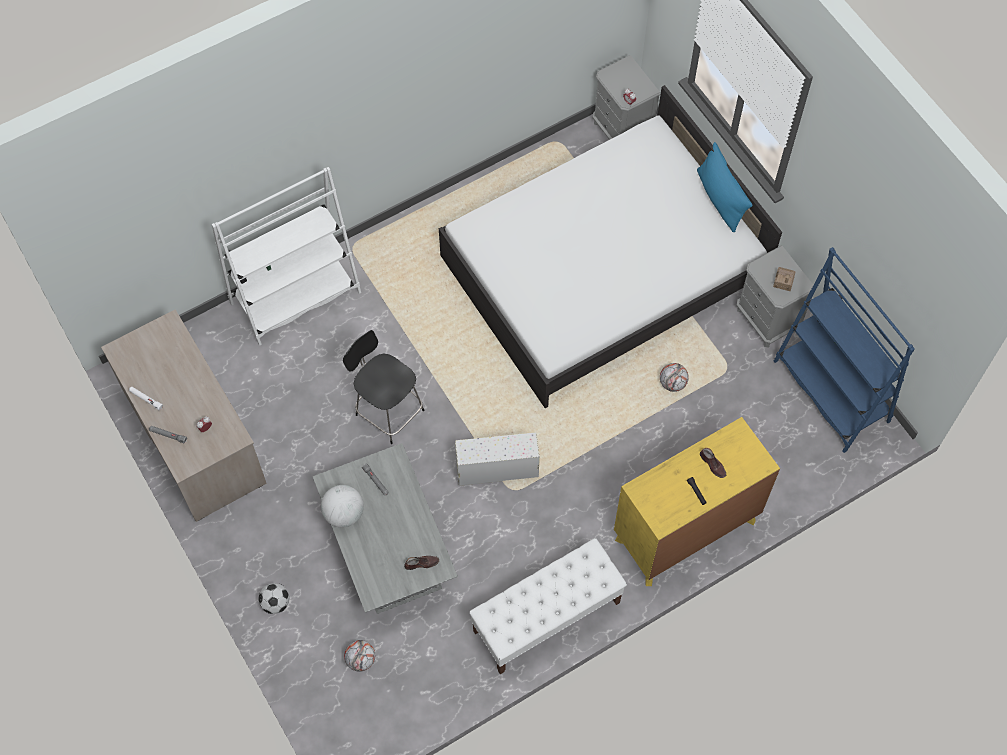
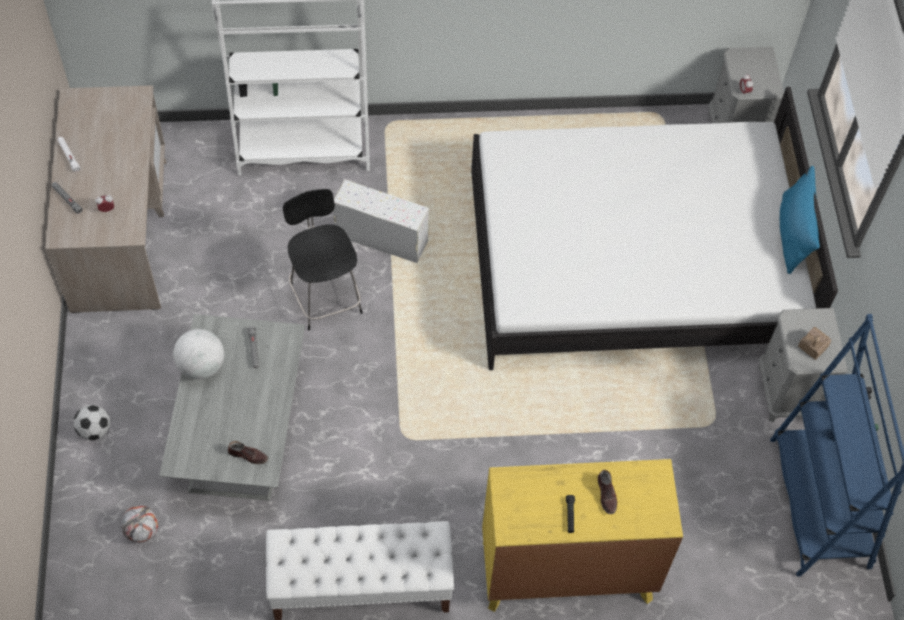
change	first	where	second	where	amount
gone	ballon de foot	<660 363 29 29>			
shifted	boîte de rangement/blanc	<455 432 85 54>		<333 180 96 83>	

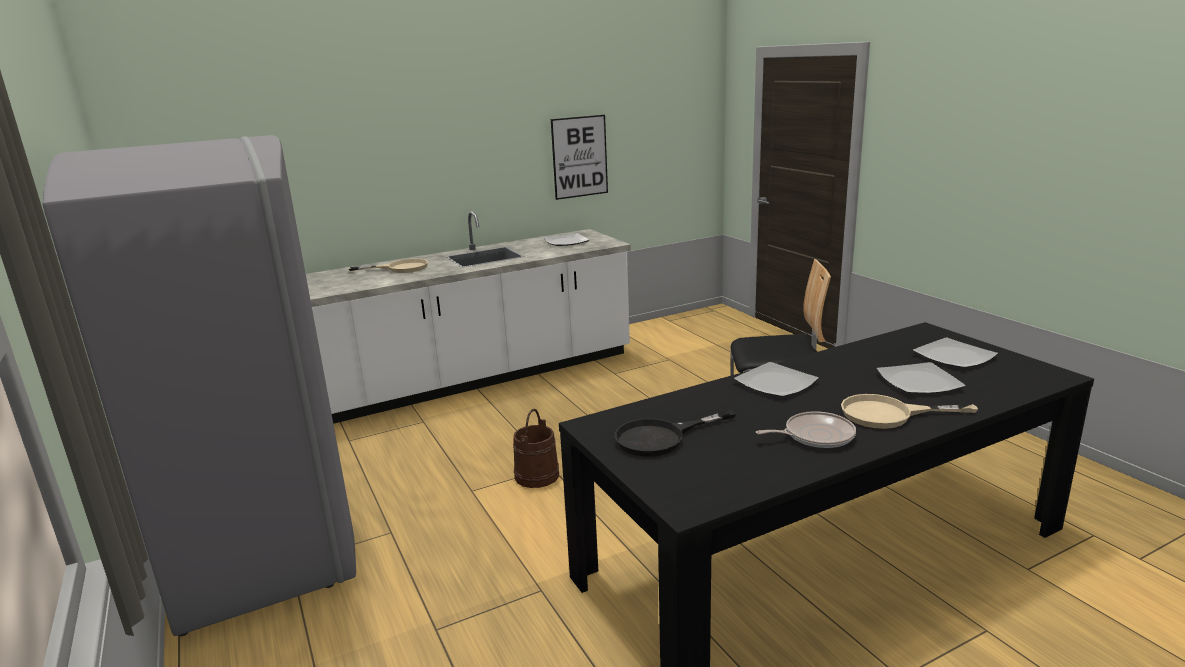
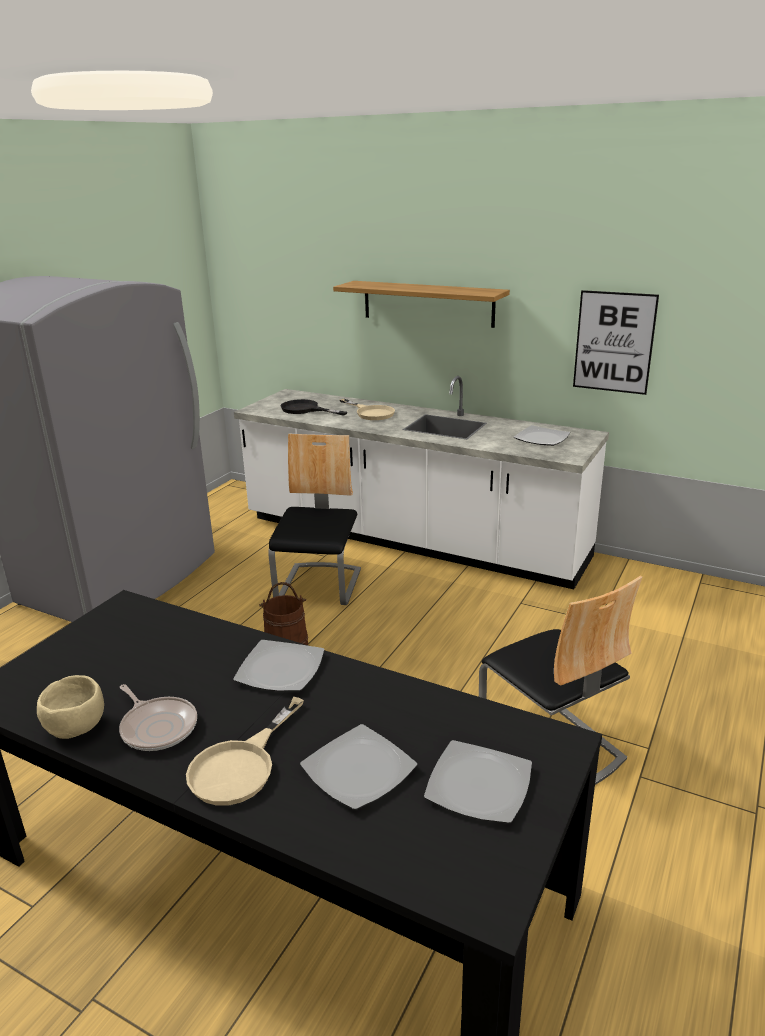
change	first	where	second	where	amount
rotated	poêle/beige	<841 394 137 35>		<186 697 118 109>	120 degrees counterclockwise
shifted	poêle/noir	<615 410 121 47>		<280 399 67 17>	
new			étagère	<333 281 177 47>	
new			chaise	<269 433 92 172>	
new			bol/beige	<37 675 67 64>	

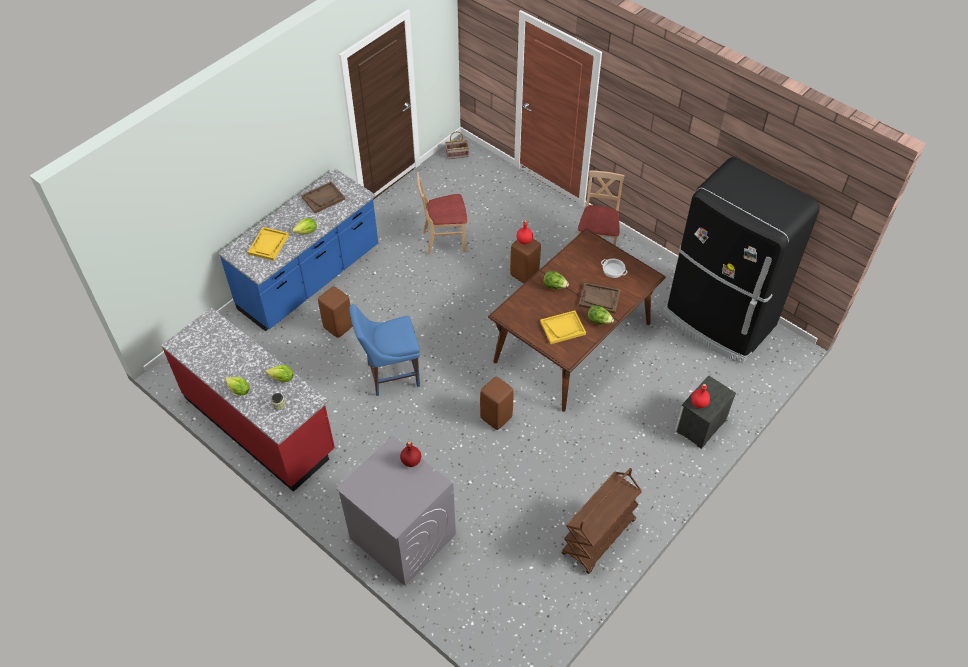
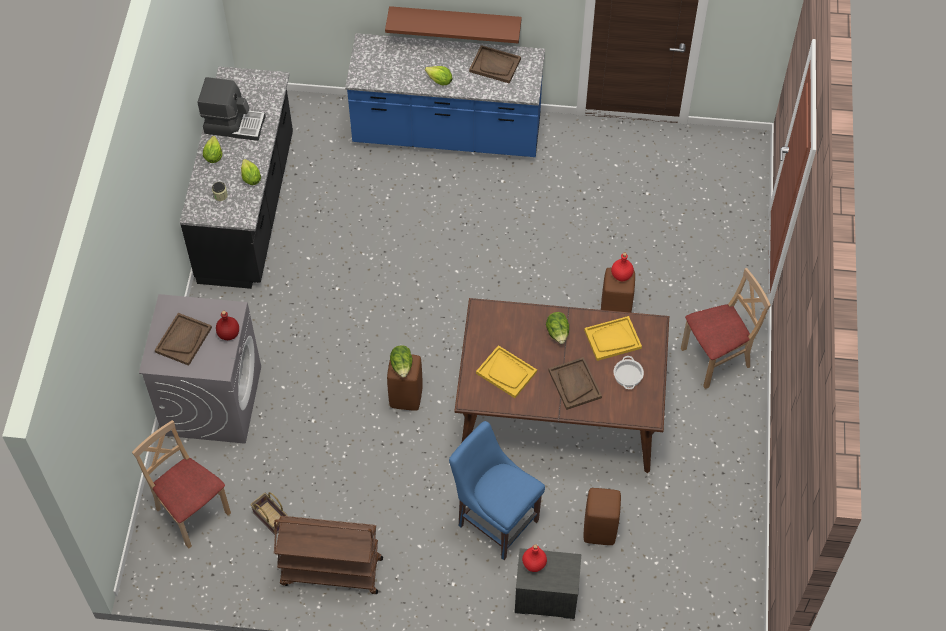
change	first	where	second	where	amount
shifted	panier	<445 131 24 28>		<250 492 38 43>	
gone	réfrigérateur/noir	<663 157 157 206>			
shifted	chaise/beige	<417 172 50 83>		<132 420 99 128>	
shifted	plateau/jaune	<248 227 41 34>		<584 316 58 45>	
shifted	tabouret/marron	<318 286 35 52>		<584 488 37 57>	
shifted	chaise/bleu	<349 304 71 92>		<449 421 96 139>	
shifted	laitue	<587 305 27 20>		<390 345 23 33>	
repainted	comptoir de cuisine/rouge	<161 307 174 185>	comptoir de cuisine/noir	<180 67 113 222>	
new			étagère/marron	<385 6 137 37>	
new			machine à café	<198 77 68 64>	
new			plateau/marron	<155 313 57 53>	

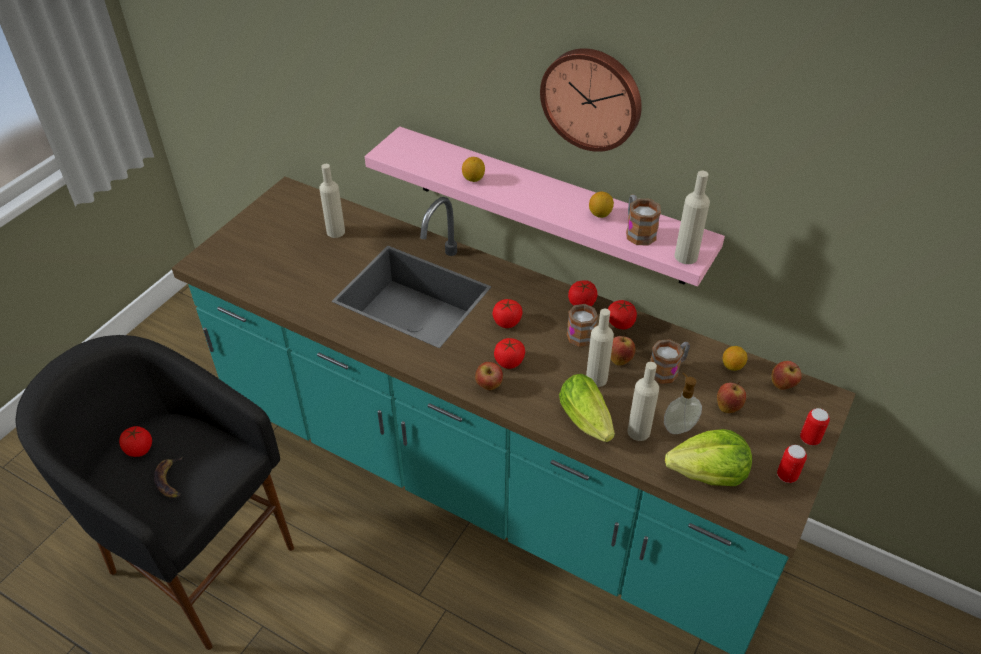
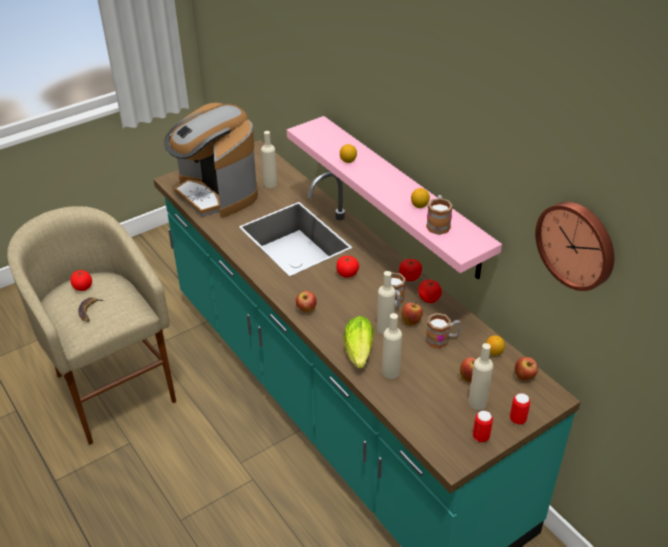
change	first	where	second	where	amount
shifted	horloge murale	<540 48 102 104>		<535 202 79 89>	
shifted	bouteille/beige	<675 171 35 93>		<468 343 25 67>	
repainted	tabouret/noir	<15 335 279 315>	tabouret/beige	<7 206 169 238>	
gone	tomate	<494 338 31 31>			
gone	distributeur de savon	<664 373 38 61>			
gone	laitue	<665 429 87 57>			
new			machine à café	<164 103 94 115>	

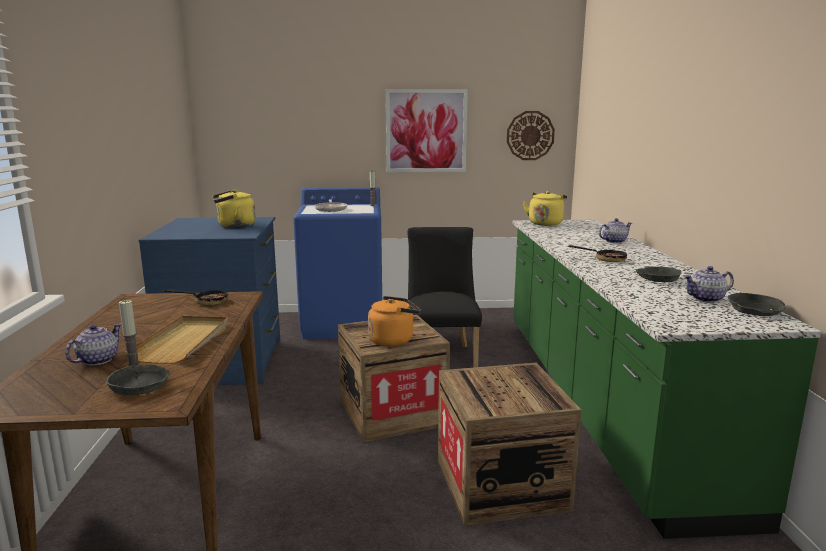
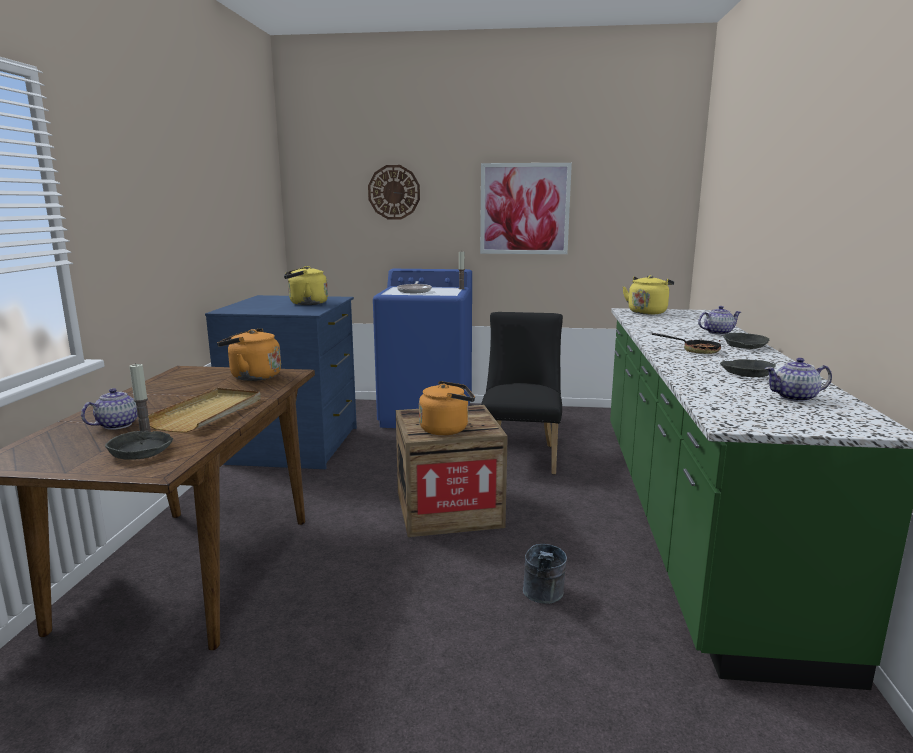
change	first	where	second	where	amount
shifted	horloge murale	<507 111 48 49>		<368 165 52 55>	
swapped	poêle	<163 288 66 18>	bouilloire/orange	<217 328 64 53>	
shifted	bol/gris	<728 293 58 23>		<723 333 46 16>	
swapped	caisse	<438 363 144 163>	seau/gris	<523 544 44 60>	

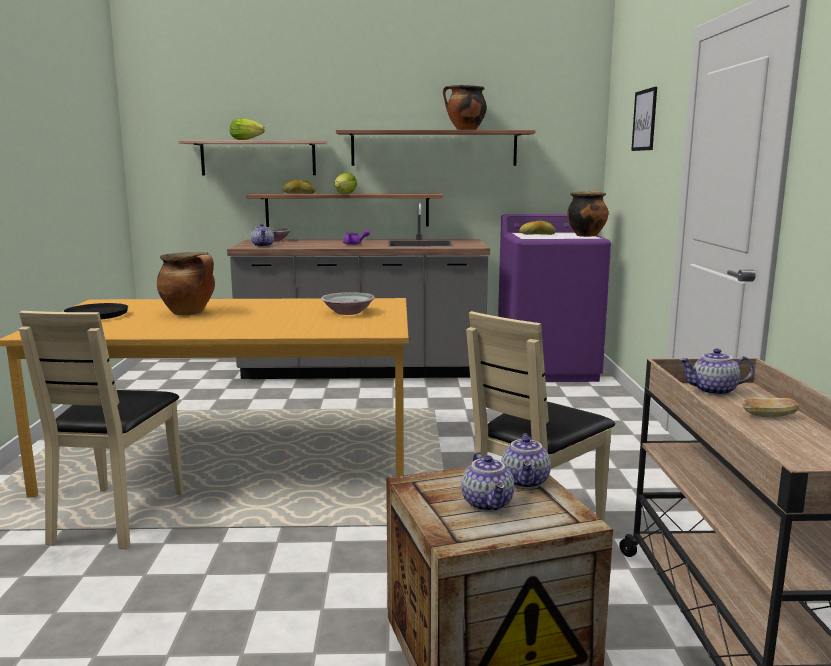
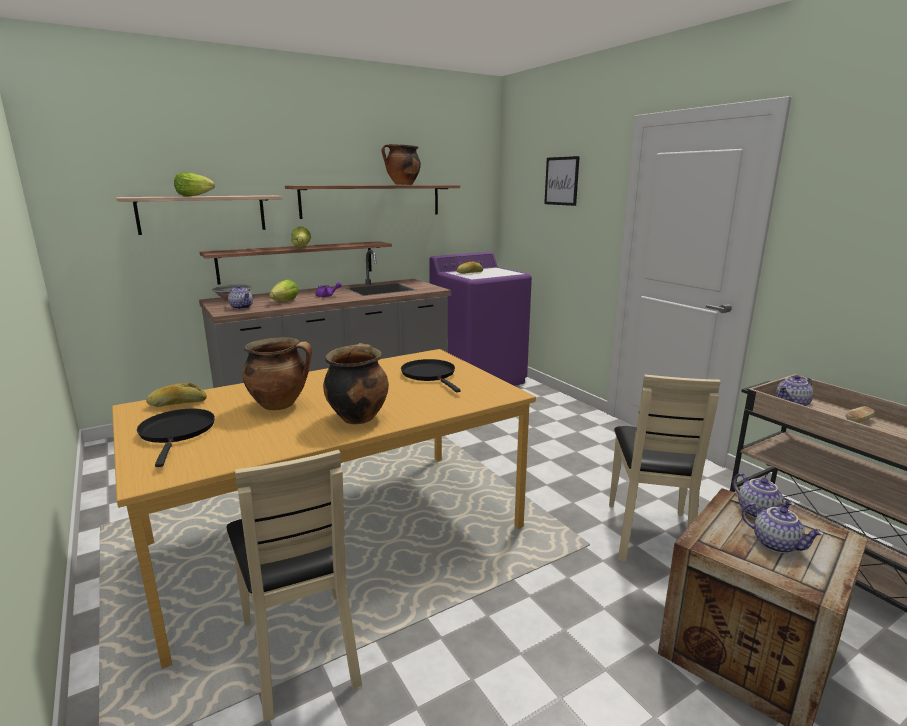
change	first	where	second	where	amount
shifted	pain	<282 180 34 14>		<146 383 61 24>	
shifted	marmite	<567 191 41 46>		<323 343 66 82>	
swapped	bol	<321 292 54 23>	poêle/noir	<401 359 60 33>	
new			laitue	<269 279 30 22>	

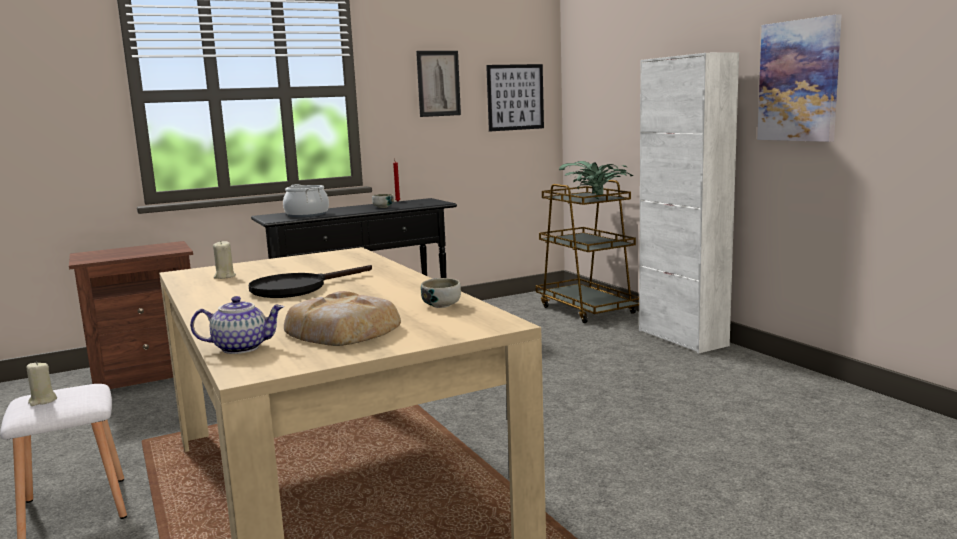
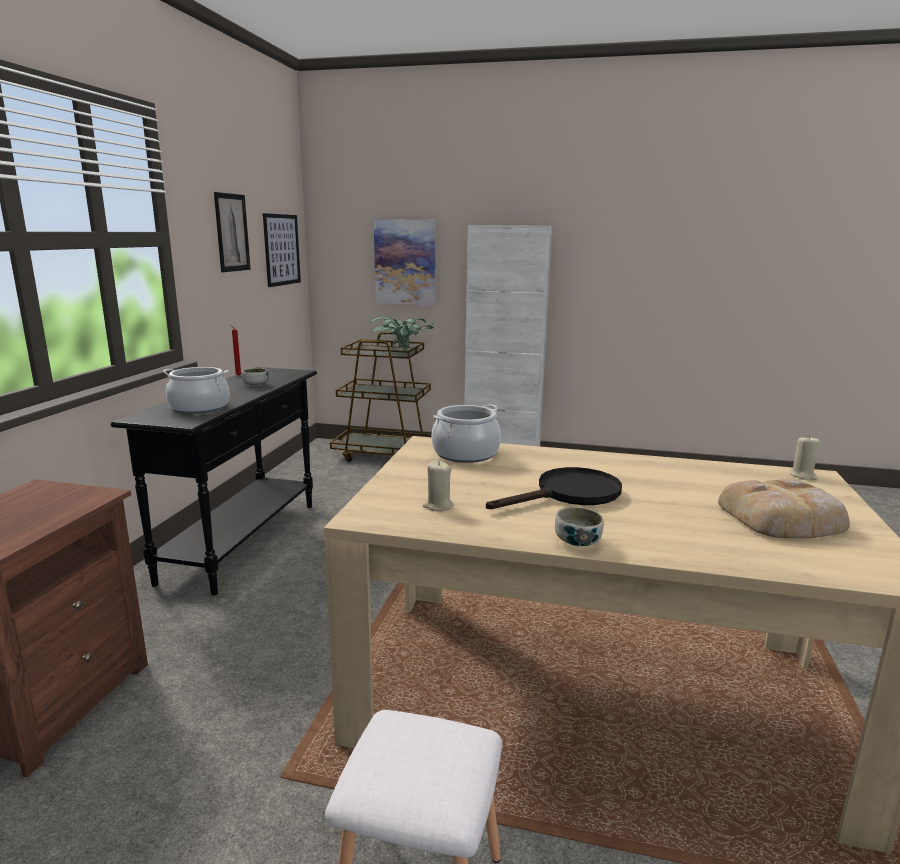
change	first	where	second	where	amount
shifted	tableau	<757 14 85 128>		<374 219 61 86>	
rotated	poêle/noir	<248 265 124 33>		<486 467 136 42>	120 degrees counterclockwise
shifted	bol	<421 278 40 30>		<555 507 49 40>	
gone	théière	<190 296 94 58>			
shifted	bougie/beige	<27 361 30 45>		<790 435 30 45>	
new			marmite	<431 404 70 59>	

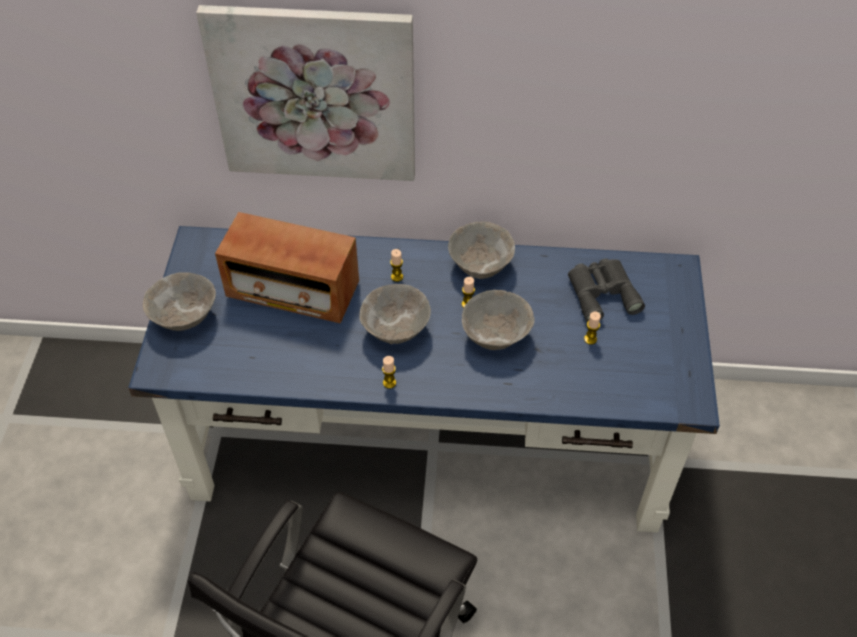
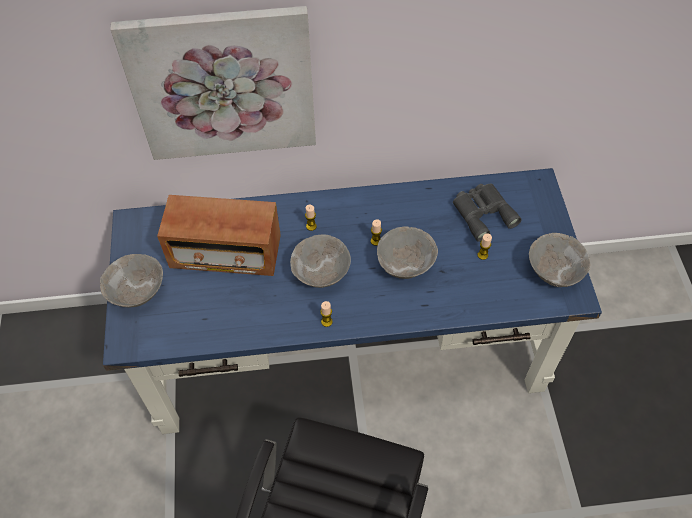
change	first	where	second	where	amount
shifted	bol/gris	<448 222 67 57>		<529 233 62 54>	

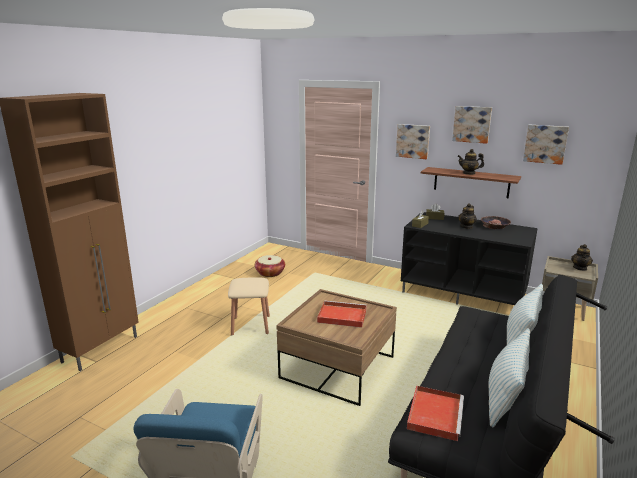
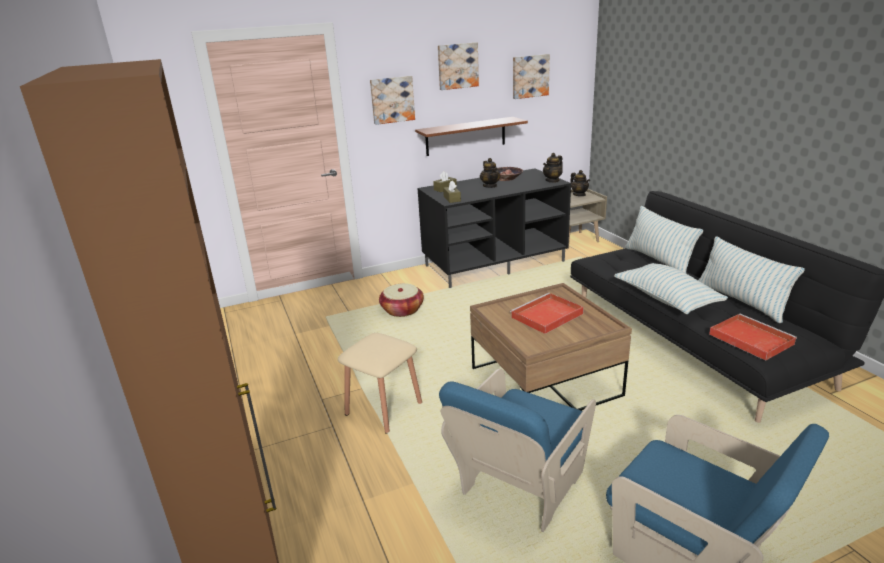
change	first	where	second	where	amount
shifted	théière	<457 149 27 26>		<543 153 20 30>	
shifted	panier	<255 255 30 22>		<379 283 45 34>	
new			coussin	<614 263 114 51>	
new			fauteuil/bleu	<439 369 157 163>	

